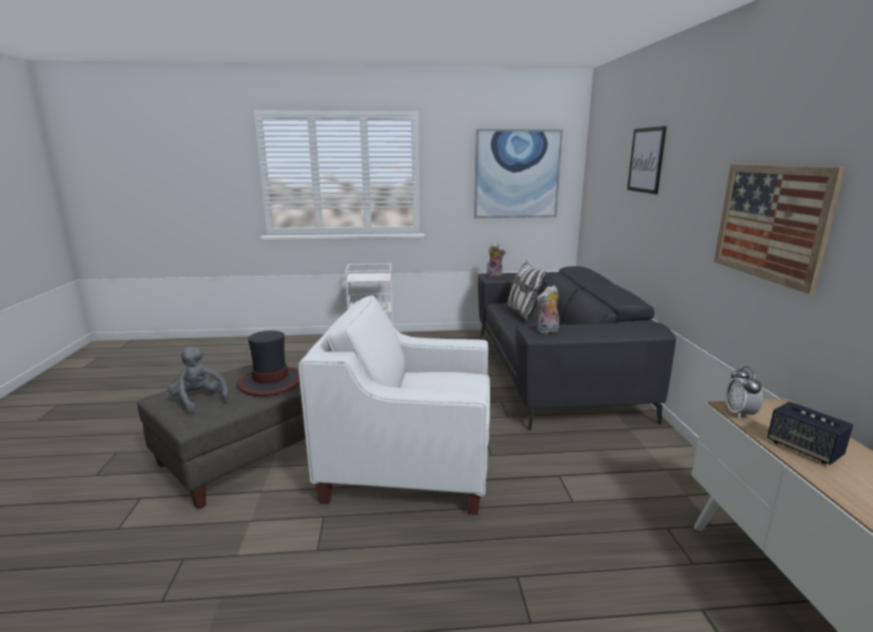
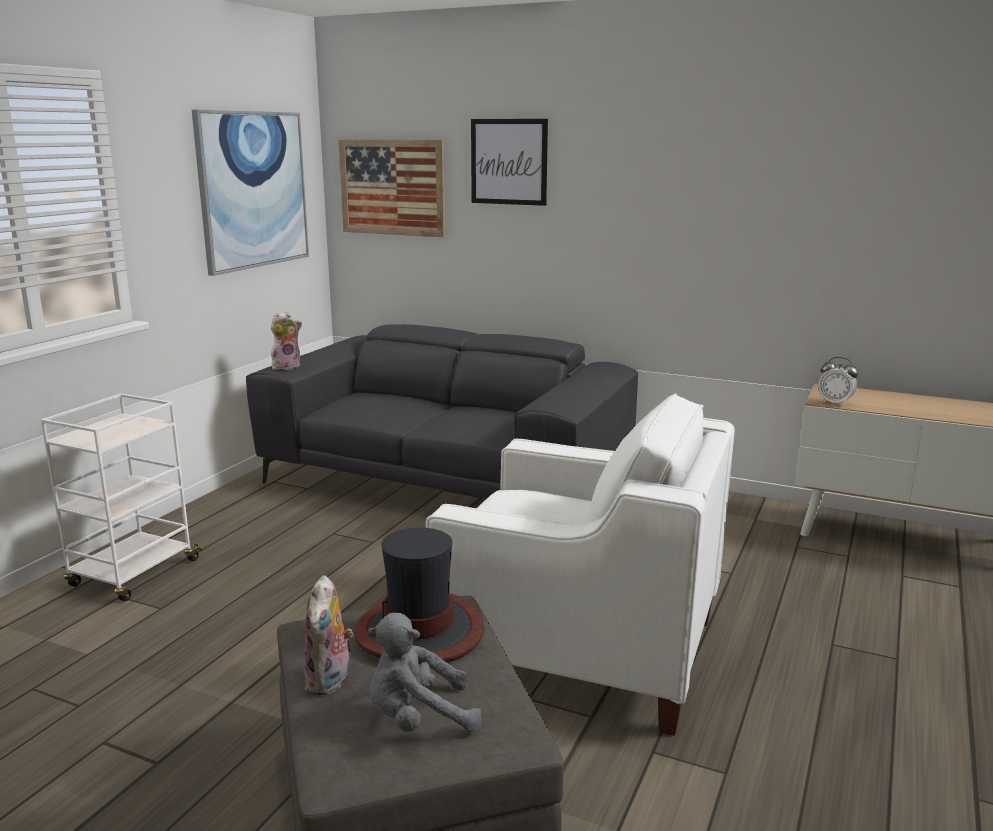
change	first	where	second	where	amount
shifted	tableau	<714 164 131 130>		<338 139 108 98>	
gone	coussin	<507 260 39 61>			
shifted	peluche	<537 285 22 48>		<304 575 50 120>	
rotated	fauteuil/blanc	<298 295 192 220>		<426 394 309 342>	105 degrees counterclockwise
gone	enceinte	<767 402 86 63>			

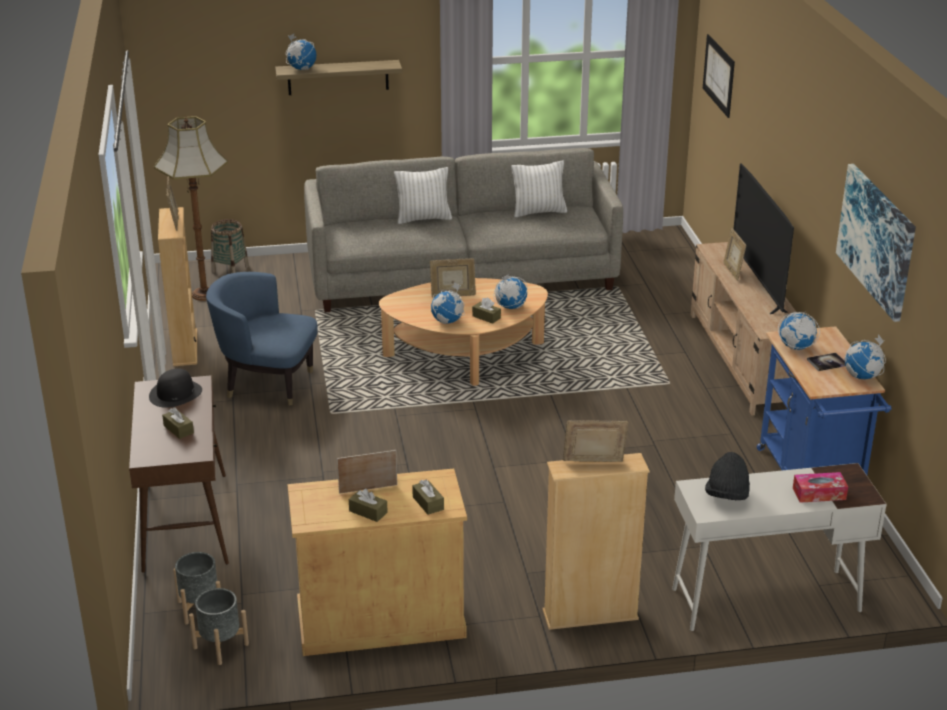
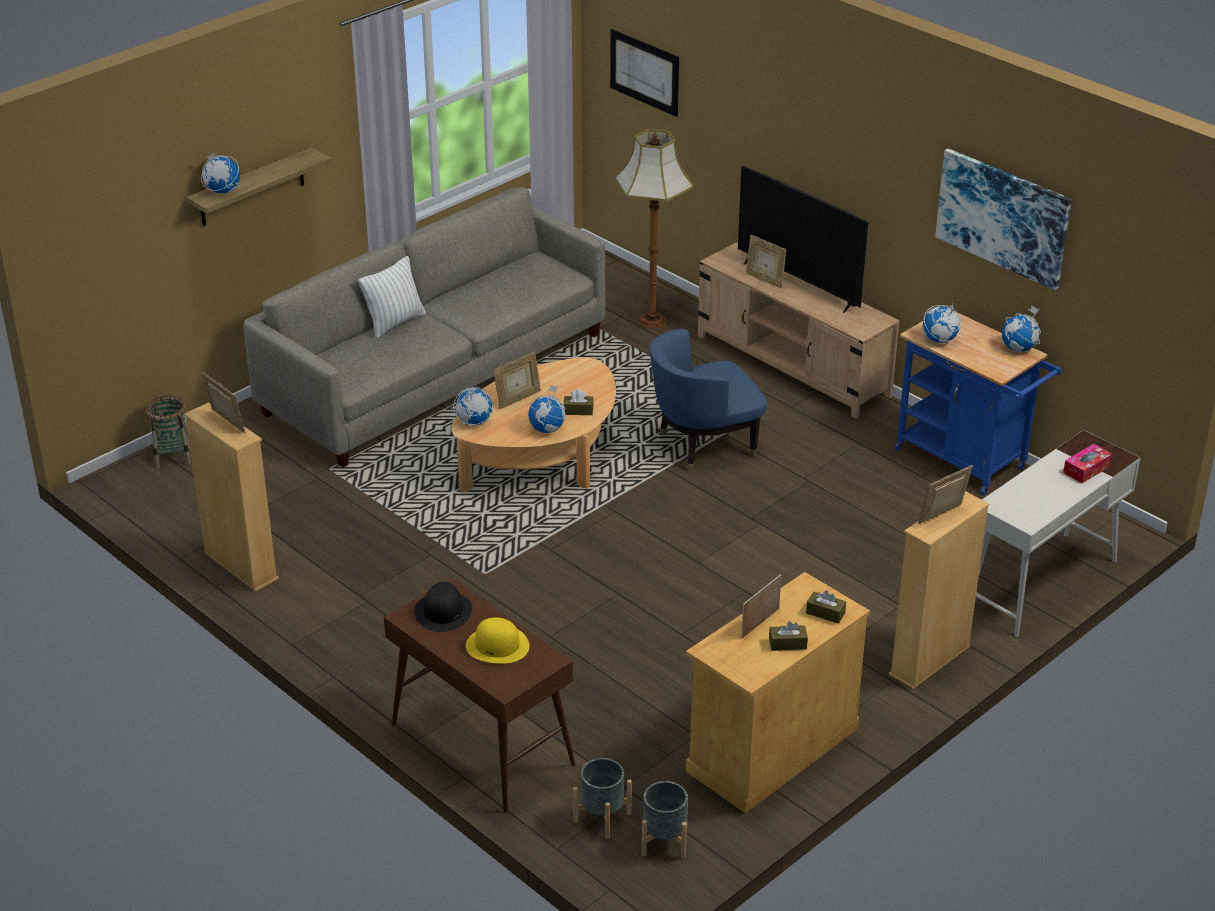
change	first	where	second	where	amount
shifted	lampadaire	<154 116 74 185>		<615 129 79 200>	
gone	coussin/blanc	<511 160 56 57>			
shifted	fauteuil/bleu	<206 272 112 133>		<649 329 118 143>	
shifted	globe	<494 274 33 35>		<453 387 41 38>	
gone	livre	<807 353 38 18>			
swapped	boîte à mouchoirs/marron	<162 407 32 32>	chapeau/jaune	<466 617 63 47>	
gone	chapeau/noir	<705 452 45 48>			

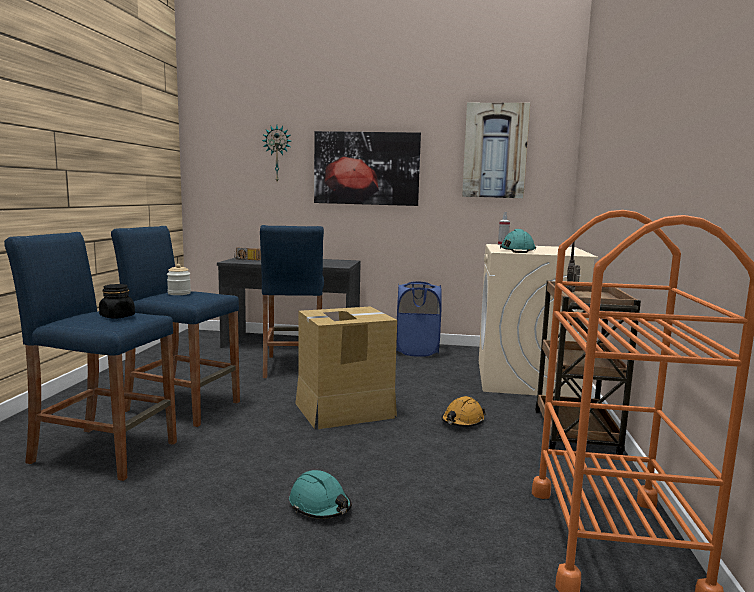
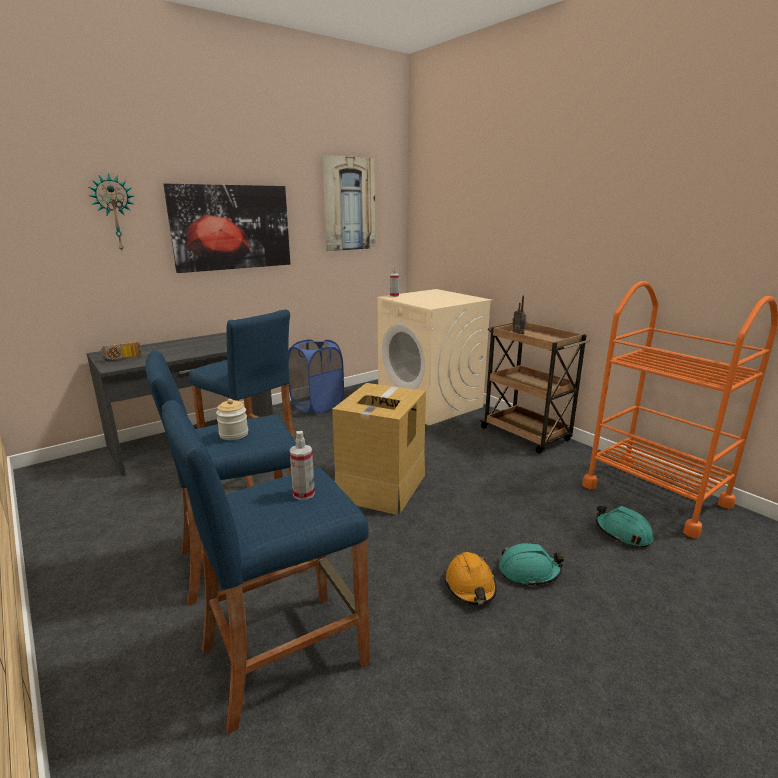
change	first	where	second	where	amount
shifted	casque de chantier/turquoise	<500 229 36 24>		<596 505 57 43>	
swapped	bocal/noir	<99 284 36 35>	vaporisateur	<290 431 25 69>	
shifted	casque de chantier/orange	<441 396 45 31>		<445 552 52 53>	

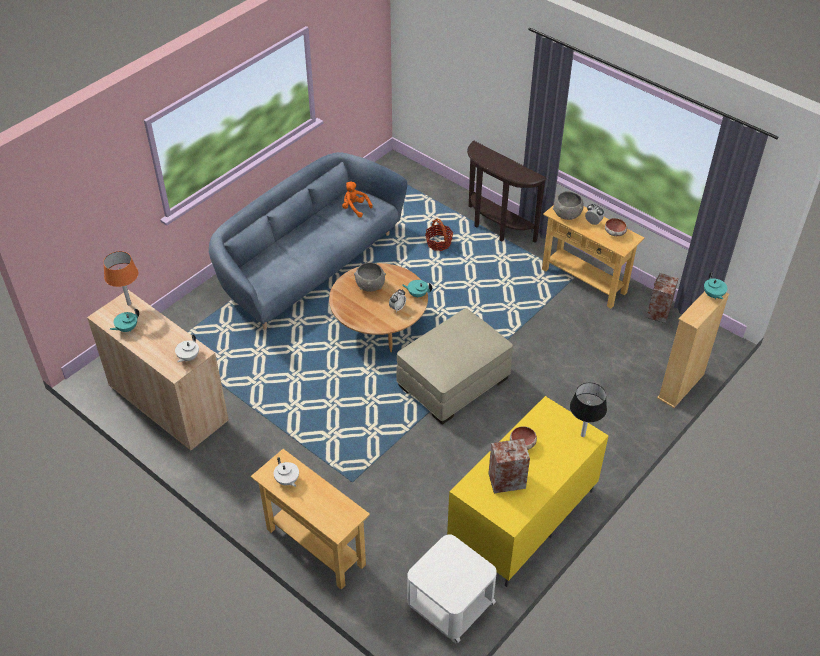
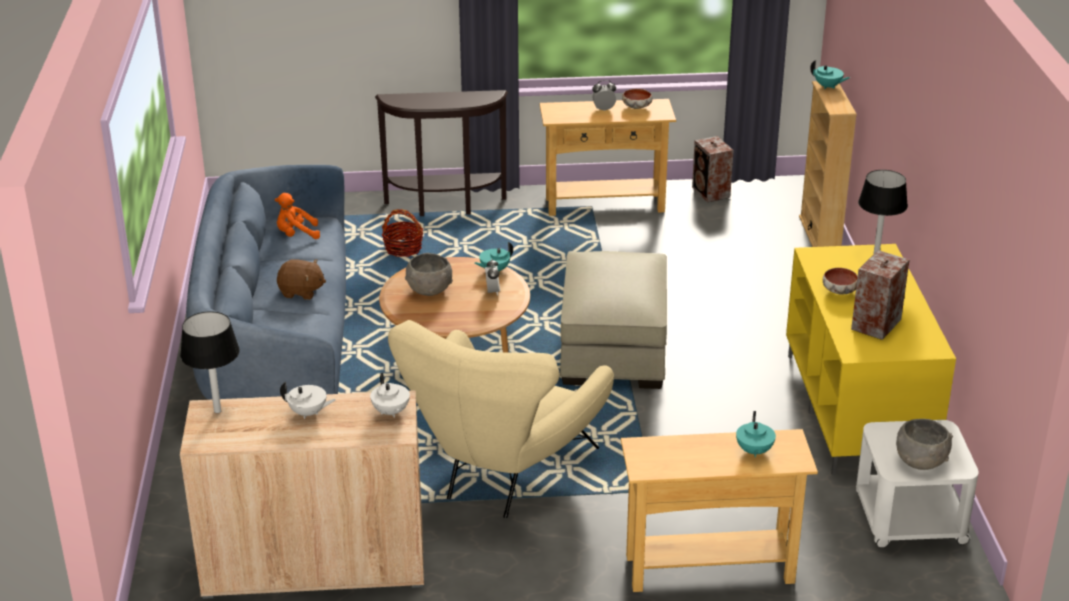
change	first	where	second	where	amount
shifted	bol/gris	<553 191 31 29>		<896 419 57 51>	
repainted	lampe de table/orange	<103 251 35 54>	lampe de table/noir	<180 311 60 102>	
shifted	théière/turquoise	<110 308 29 24>		<736 411 40 47>	
shifted	théière/blanc	<274 457 25 30>		<280 382 56 37>	
new			peluche/marron	<277 259 49 41>	
new			fauteuil/beige	<388 320 226 198>	

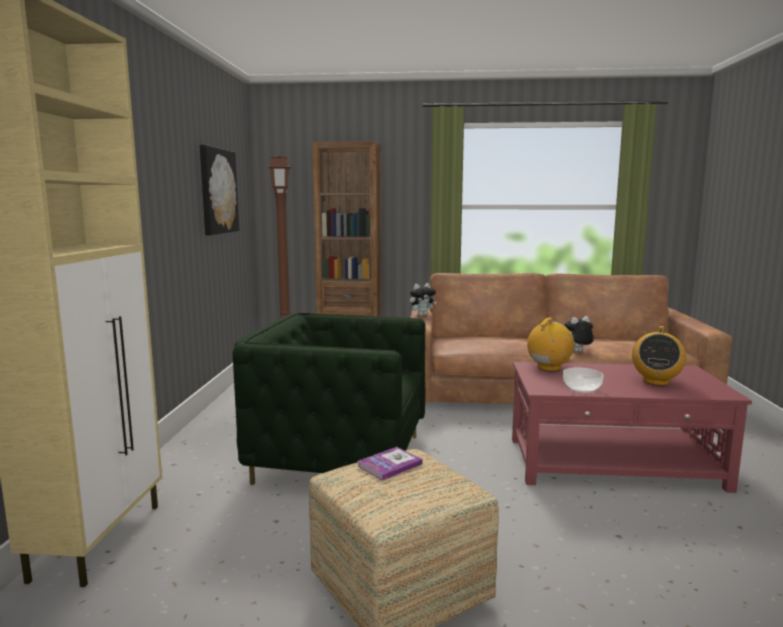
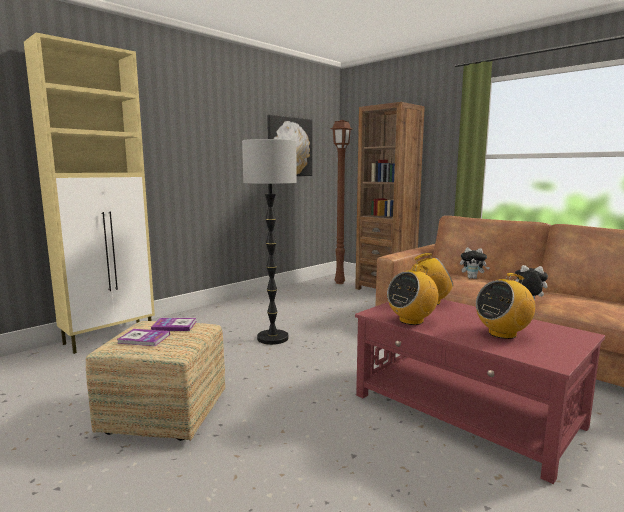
change	first	where	second	where	amount
shifted	peluche	<410 283 27 33>		<460 248 30 31>	
swapped	fauteuil/vert	<233 313 192 172>	lampadaire	<242 139 55 206>	
swapped	bol	<563 368 41 25>	radio	<387 264 52 61>	
new			livre	<117 329 53 17>	

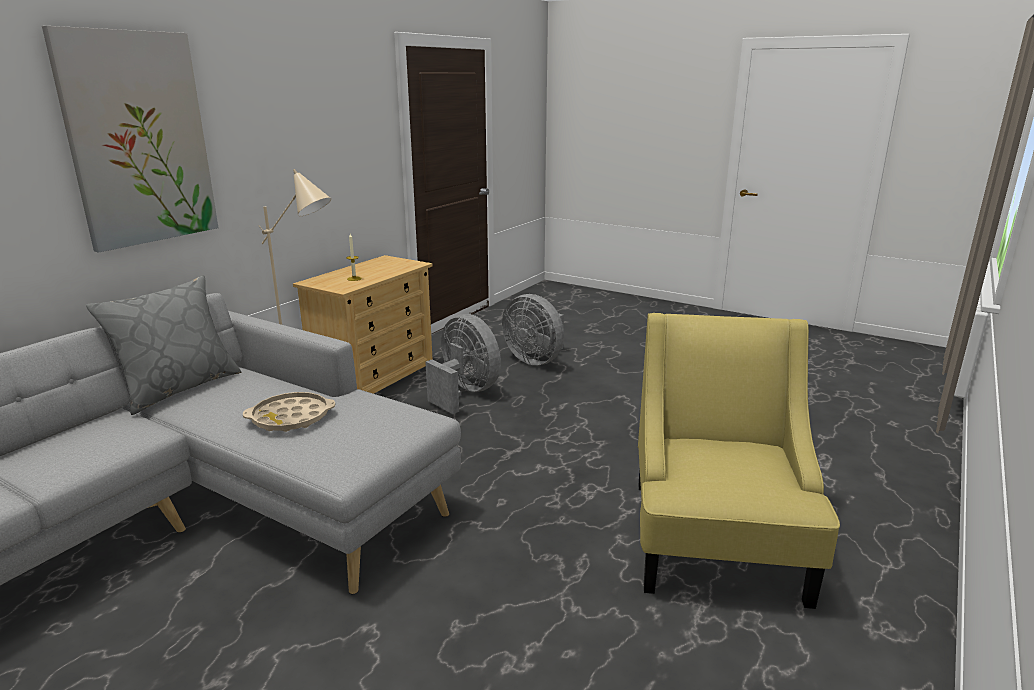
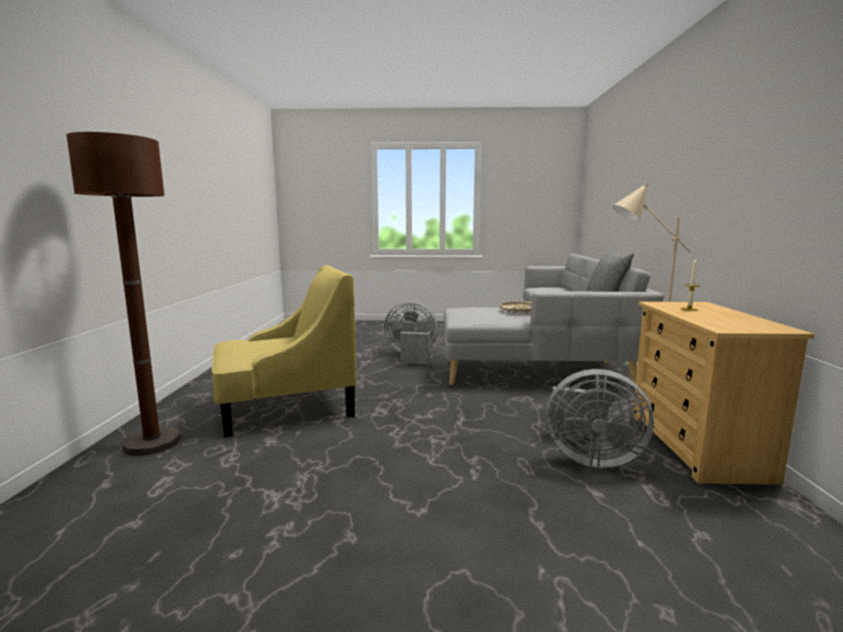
change	first	where	second	where	amount
gone	tableau	<42 26 176 227>			
shifted	ventilateur/gris	<502 294 62 71>		<384 301 54 63>	
rotated	fauteuil/jaune	<638 313 202 296>		<212 265 145 172>	90 degrees counterclockwise
new			lampadaire/marron	<66 132 115 324>	

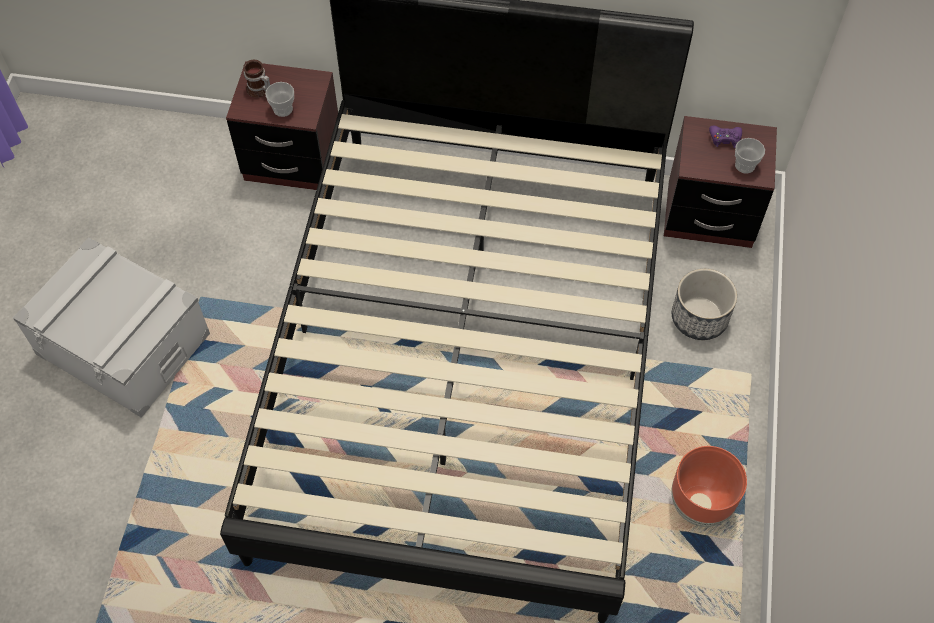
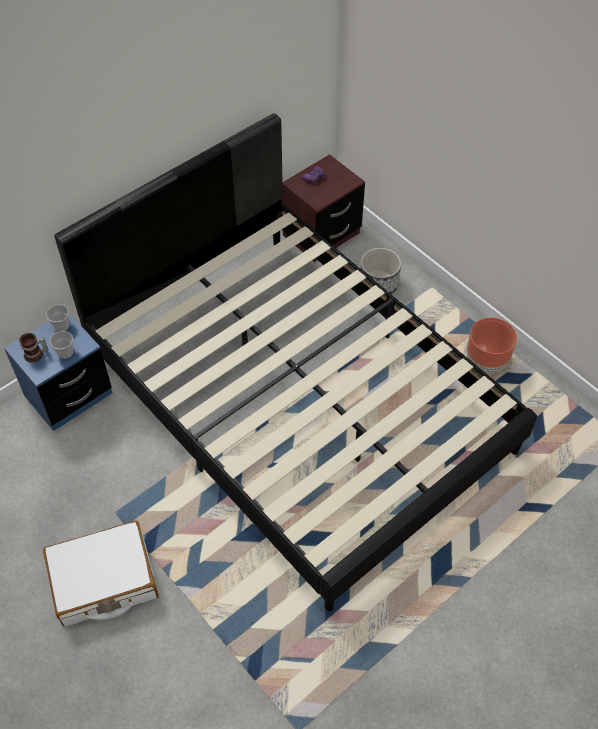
change	first	where	second	where	amount
repainted	table de chevet/marron	<226 61 112 129>	table de chevet/bleu	<4 313 108 118>	
shifted	tasse	<735 138 30 36>		<46 305 24 27>	
swapped	boîte de rangement/gris	<13 238 197 180>	valise/blanc	<43 520 116 107>	

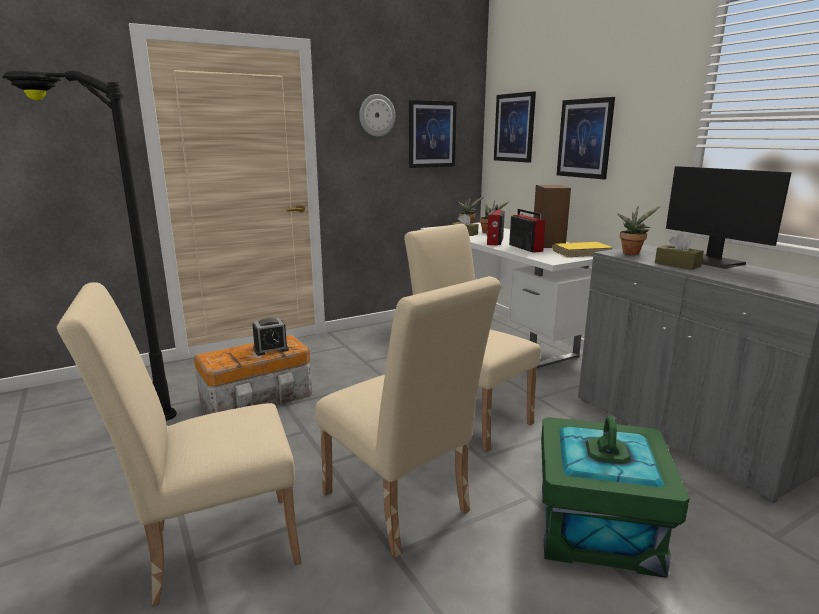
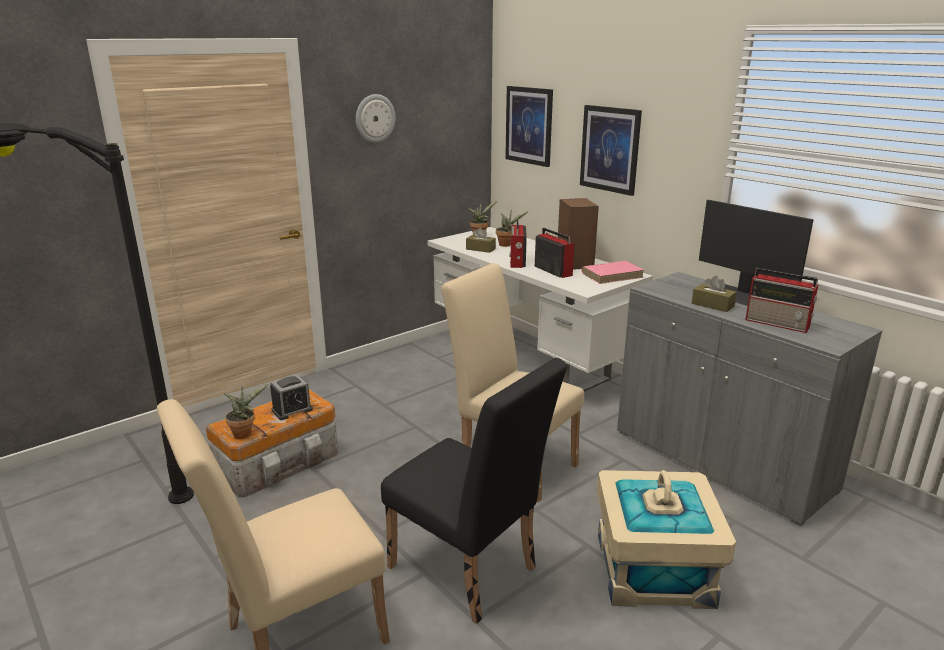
change	first	where	second	where	amount
gone	tableau	<409 100 48 68>			
shifted	plante en pot	<617 206 44 49>		<224 384 44 55>	
repainted	livre/jaune	<552 242 61 15>	livre/rose	<581 261 63 23>	
repainted	chaise/beige	<315 276 186 282>	chaise/noir	<381 358 186 266>	
repainted	boîte de rangement/vert	<541 415 149 163>	boîte de rangement/beige	<597 470 139 139>	
new			radio	<745 268 74 65>	

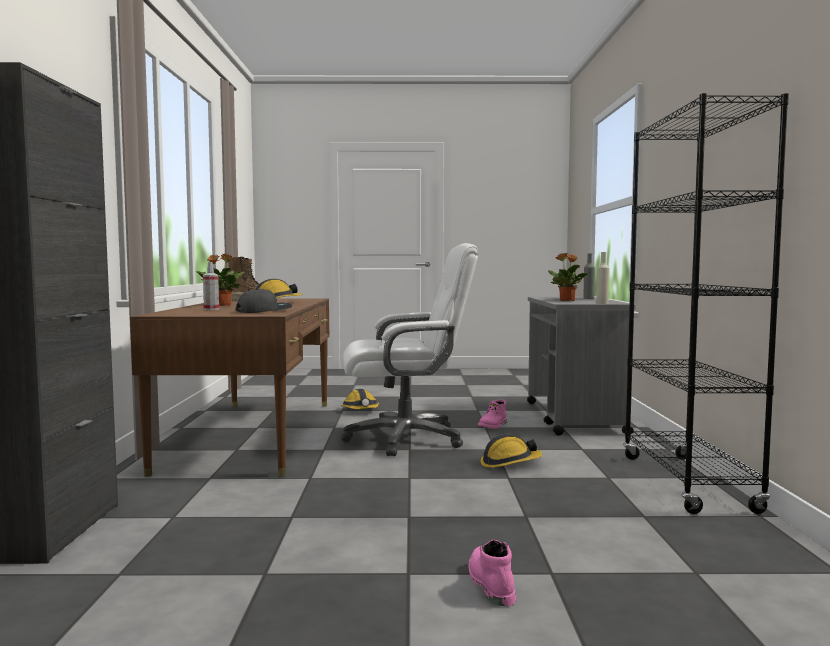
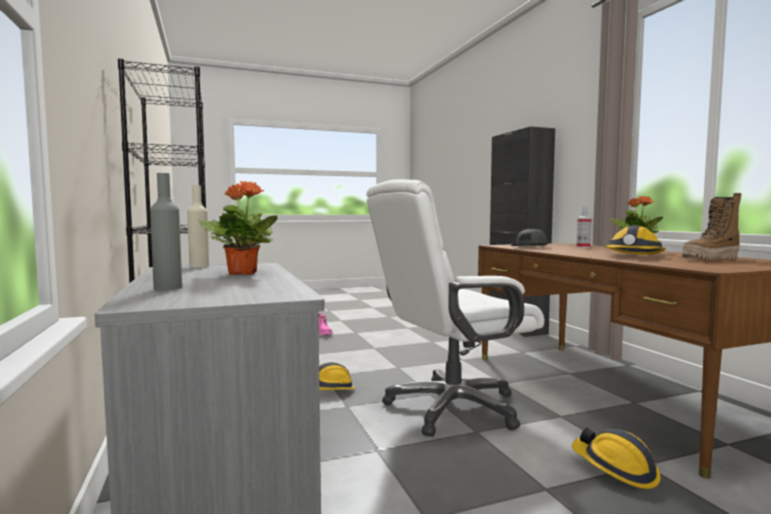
change	first	where	second	where	amount
gone	botte/rose	<478 399 29 30>			

